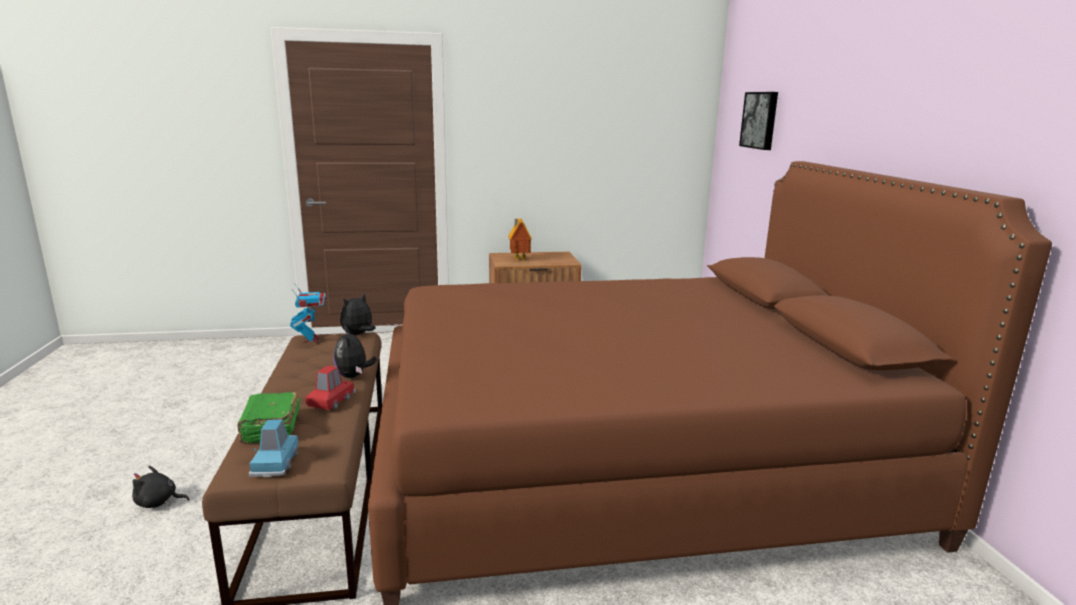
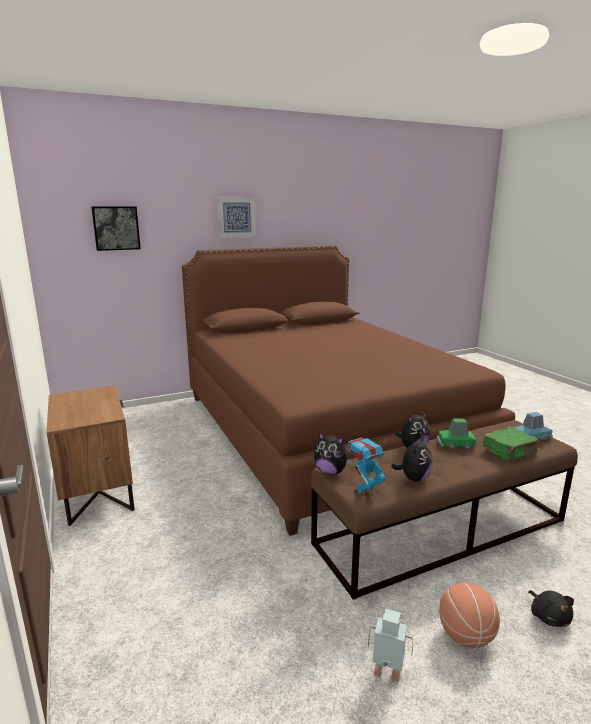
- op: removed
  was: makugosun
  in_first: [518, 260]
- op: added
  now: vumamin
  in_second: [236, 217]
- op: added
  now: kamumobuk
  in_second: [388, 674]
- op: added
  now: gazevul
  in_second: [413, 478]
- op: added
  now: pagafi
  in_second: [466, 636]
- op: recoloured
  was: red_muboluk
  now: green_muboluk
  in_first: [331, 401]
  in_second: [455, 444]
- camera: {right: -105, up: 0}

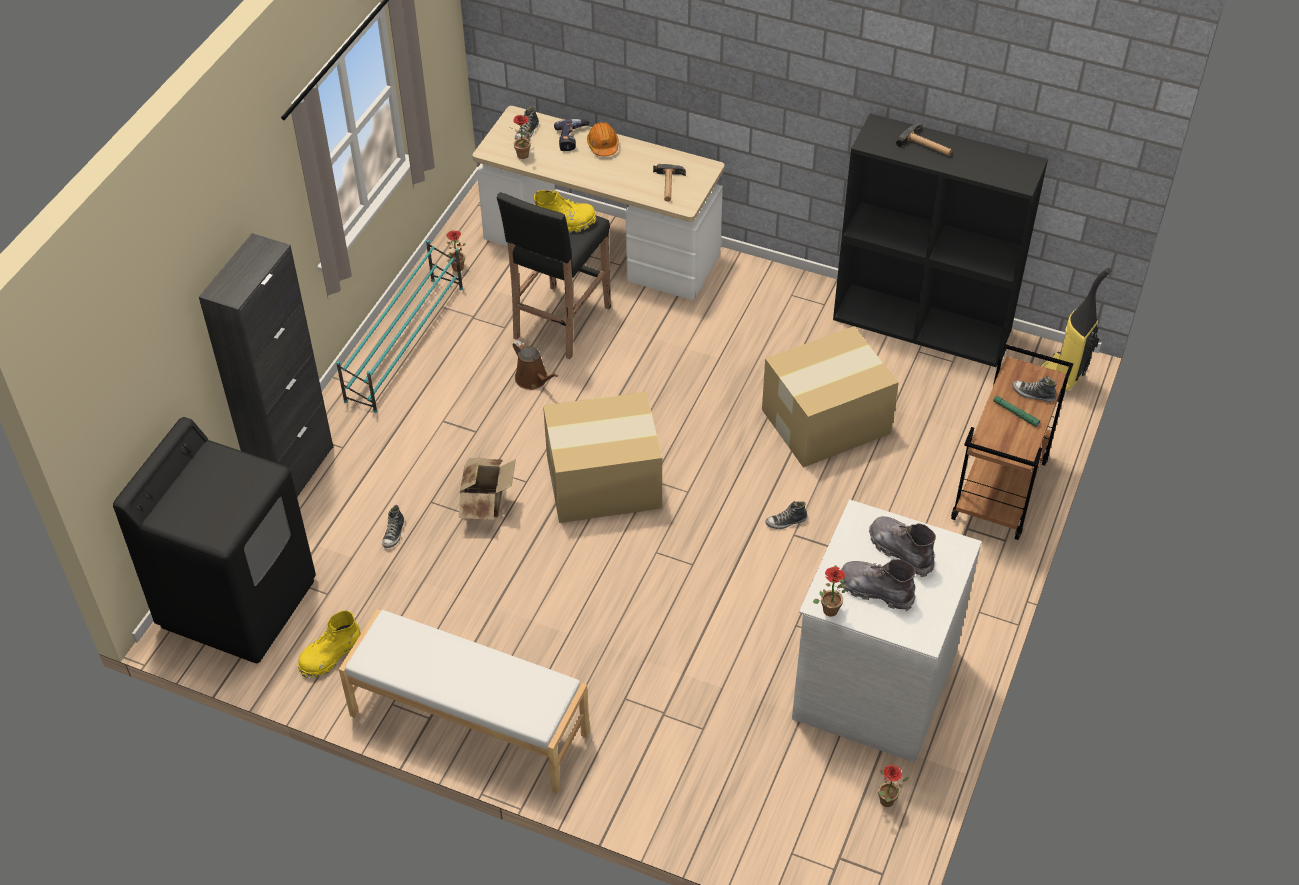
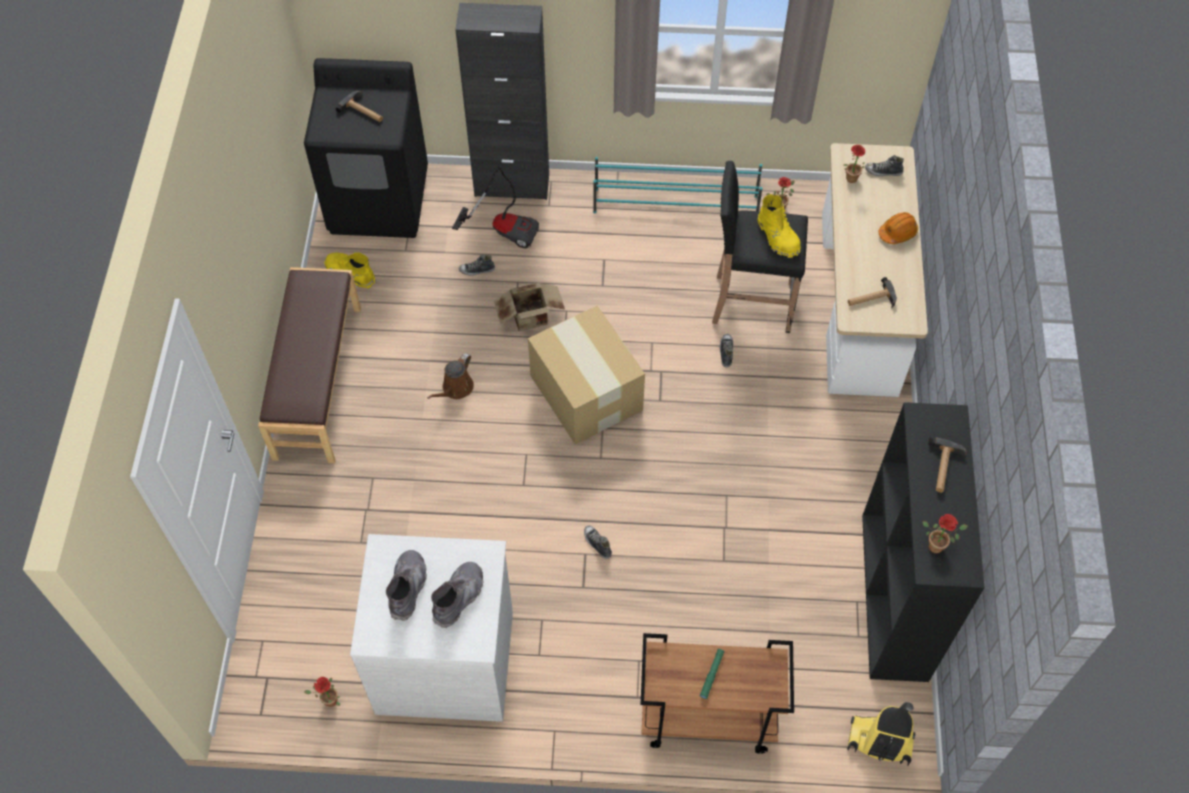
- op: removed
  was: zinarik
  in_first: [572, 139]
- op: removed
  was: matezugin
  in_first: [827, 421]
- op: added
  now: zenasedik
  in_second: [363, 111]
- op: added
  now: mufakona
  in_second: [505, 229]
- op: moved
  was: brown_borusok
  in_first: [533, 379]
  in_second: [455, 389]
- op: moved
  was: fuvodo
  in_first: [829, 607]
  in_second: [938, 545]
- op: moved
  was: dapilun
  in_first: [1033, 394]
  in_second: [726, 352]
- op: recoloured
  was: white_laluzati
  now: brown_laluzati
  in_first: [468, 724]
  in_second: [316, 381]
- camera: {right: 70, up: 10}

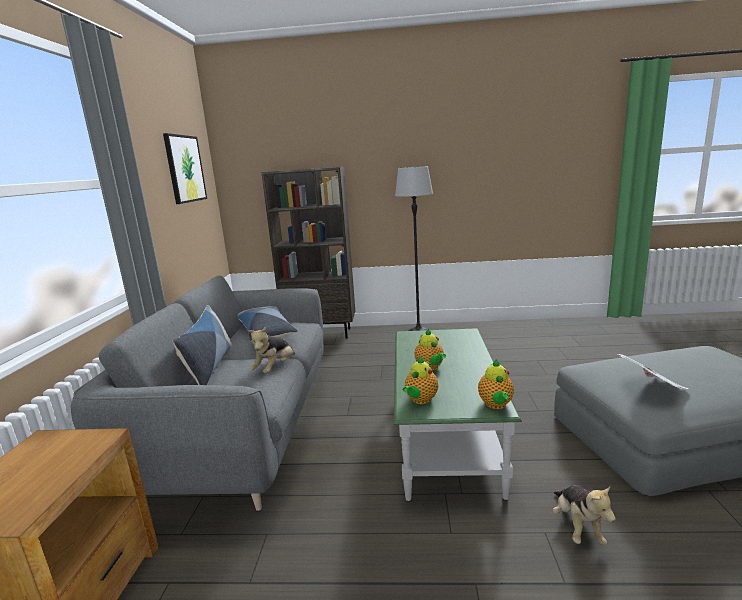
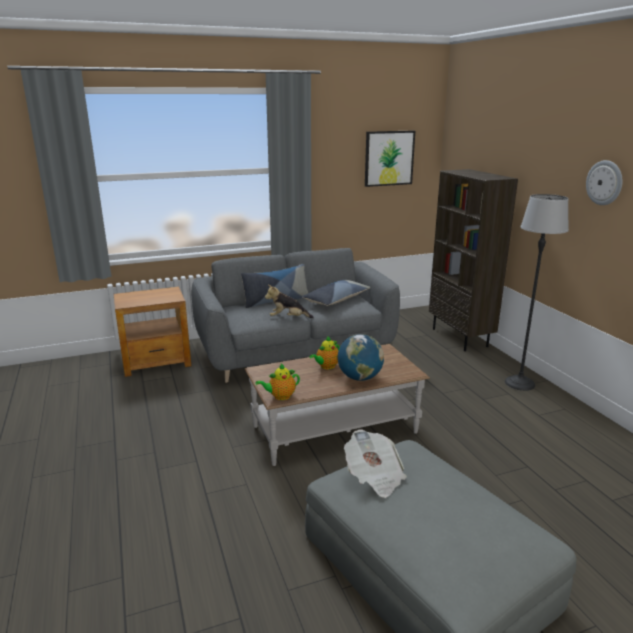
- op: removed
  was: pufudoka
  in_first: [420, 400]
- op: removed
  was: gazevul
  in_first: [577, 527]
- op: added
  now: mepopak
  in_second: [359, 377]
- op: added
  now: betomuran
  in_second: [604, 182]
- op: recoloured
  was: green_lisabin
  now: brown_lisabin
  in_first: [445, 435]
  in_second: [335, 429]
- camera: {right: 65, up: 5}

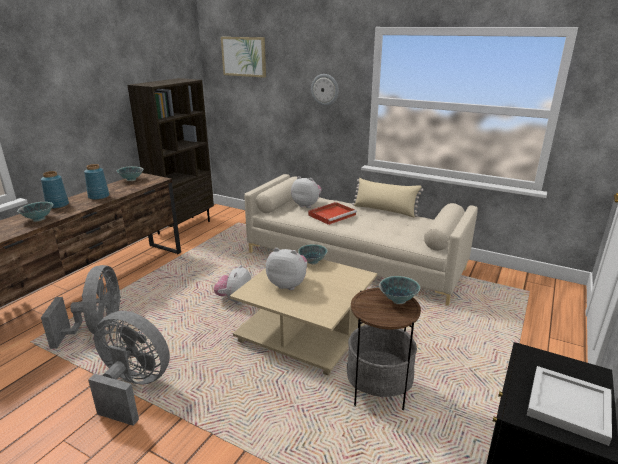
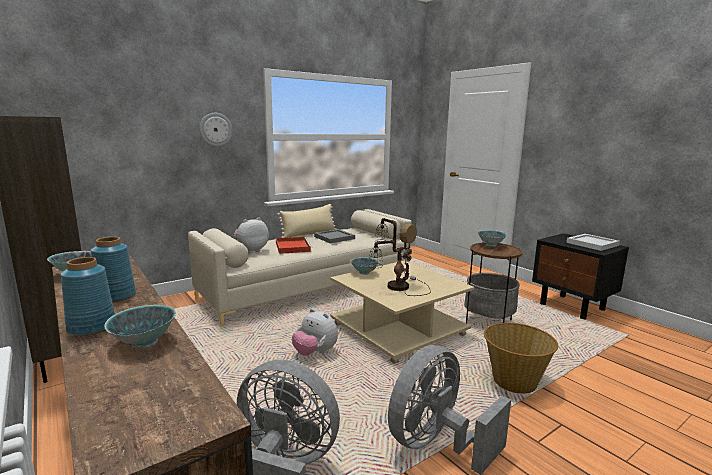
- op: removed
  was: vumamin
  in_first: [244, 56]
- op: added
  now: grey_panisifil
  in_second: [333, 237]
- op: added
  now: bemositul
  in_second: [514, 381]
- op: replaced
  was: gazevul
  now: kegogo
  in_first: [288, 284]
  in_second: [396, 287]
- camera: {right: -65, up: -10}

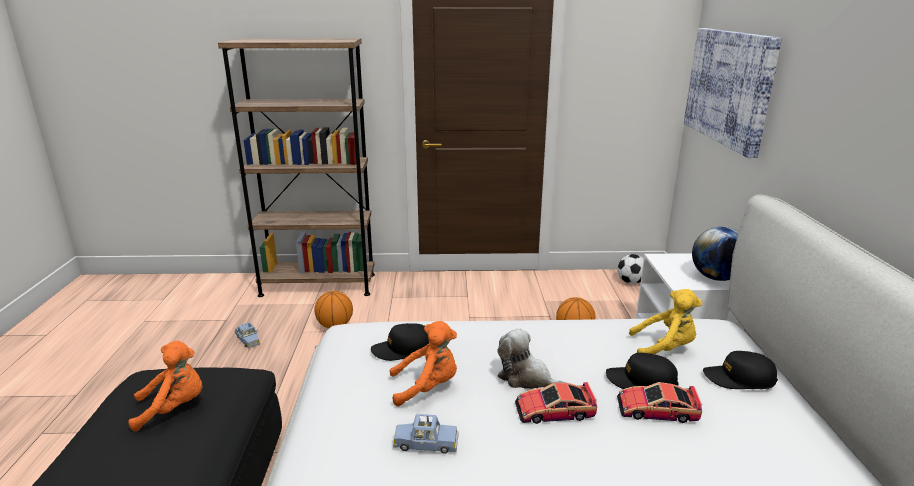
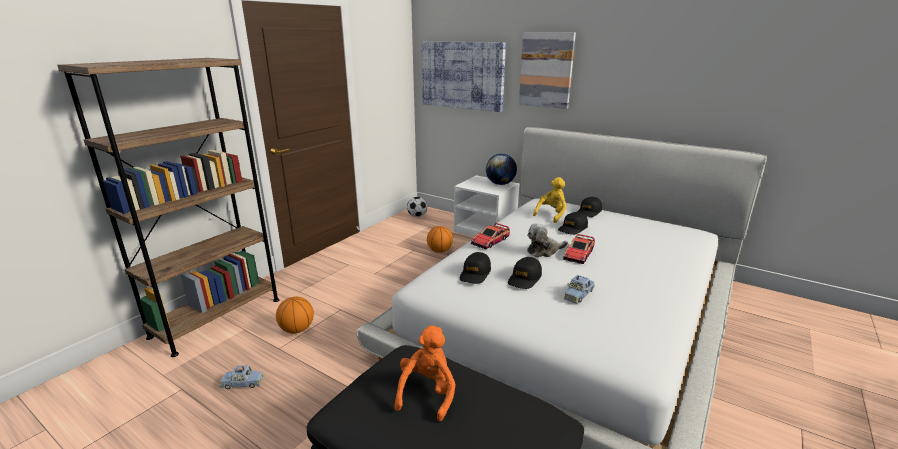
- op: added
  now: vumamin
  in_second: [546, 70]
- op: moved
  was: muboluk
  in_first: [656, 410]
  in_second: [490, 241]
- op: replaced
  was: orange_gazevul
  now: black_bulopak
  in_first: [427, 387]
  in_second: [524, 279]
- camera: {right: -55, up: 0}

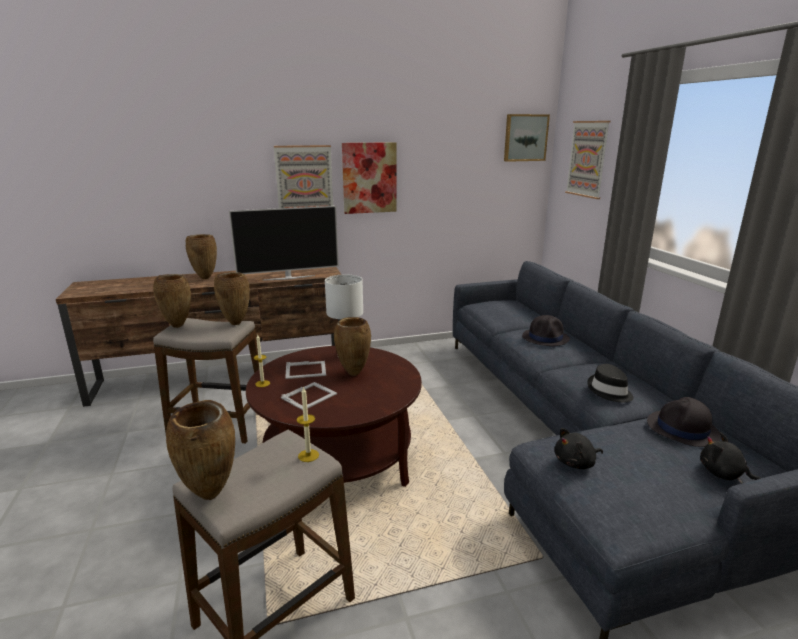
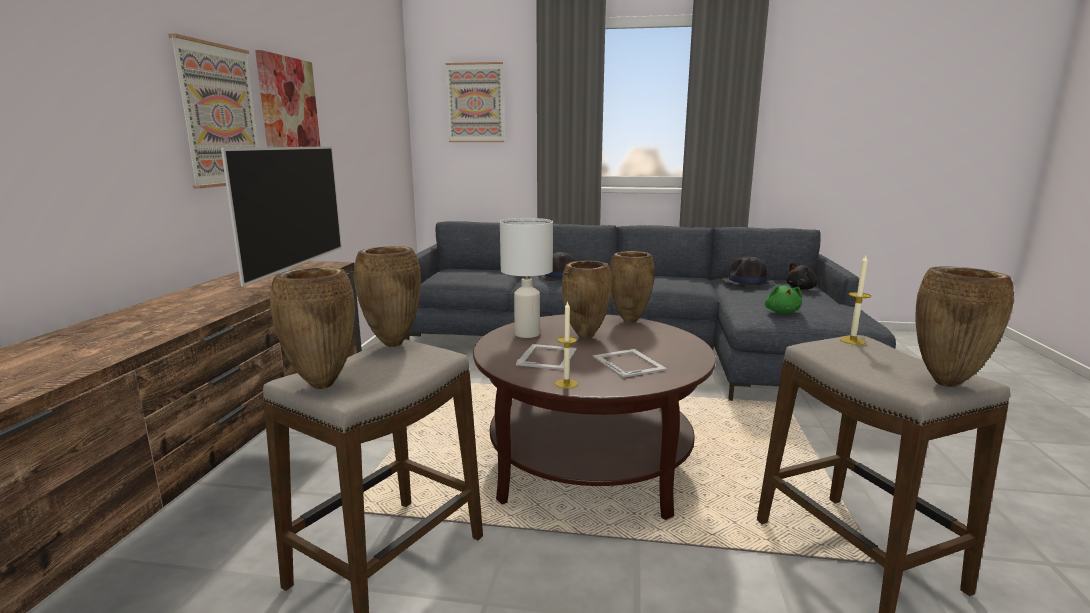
- op: removed
  was: vumamin
  in_first: [525, 137]
- op: removed
  was: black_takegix
  in_first: [609, 391]
- op: moved
  was: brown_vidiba
  in_first: [205, 278]
  in_second: [628, 321]
- op: recoloured
  was: black_gazevul
  now: green_gazevul
  in_first: [576, 463]
  in_second: [782, 312]
- camera: {right: -65, up: -5}

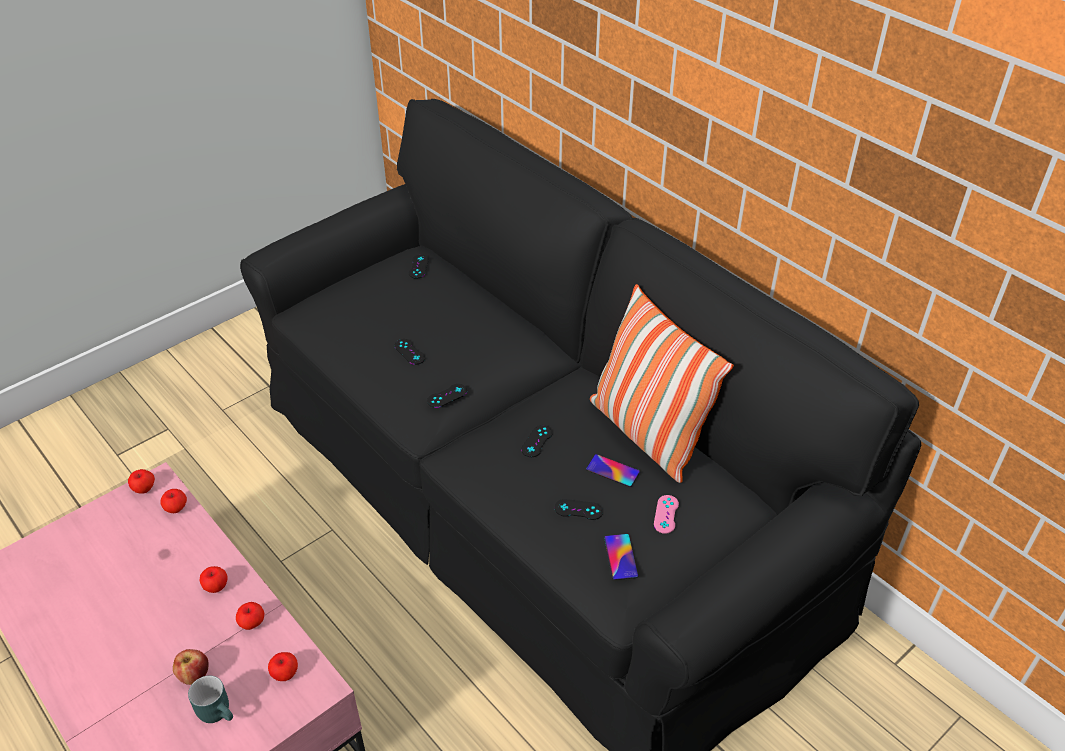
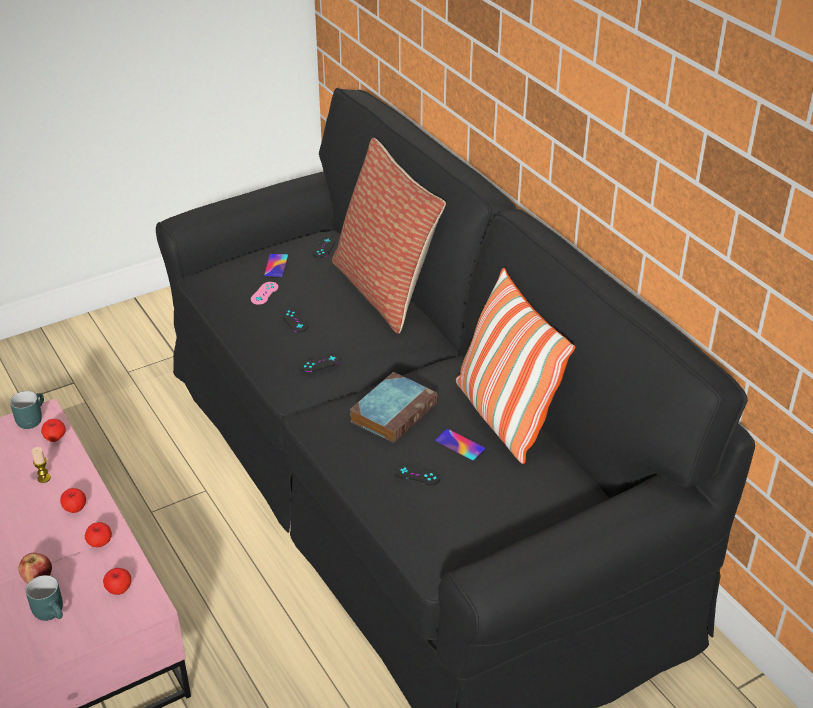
- op: added
  now: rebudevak
  in_second: [44, 478]
- op: added
  now: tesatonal
  in_second: [385, 290]
- op: moved
  was: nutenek
  in_first: [620, 557]
  in_second: [276, 266]
- op: moved
  was: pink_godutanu
  in_first: [666, 514]
  in_second: [264, 293]
- op: replaced
  was: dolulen
  now: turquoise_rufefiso
  in_first: [144, 489]
  in_second: [30, 418]
- op: replaced
  was: black_godutanu
  now: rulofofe
  in_first: [537, 441]
  in_second: [394, 411]
- camera: {right: 10, up: -5}

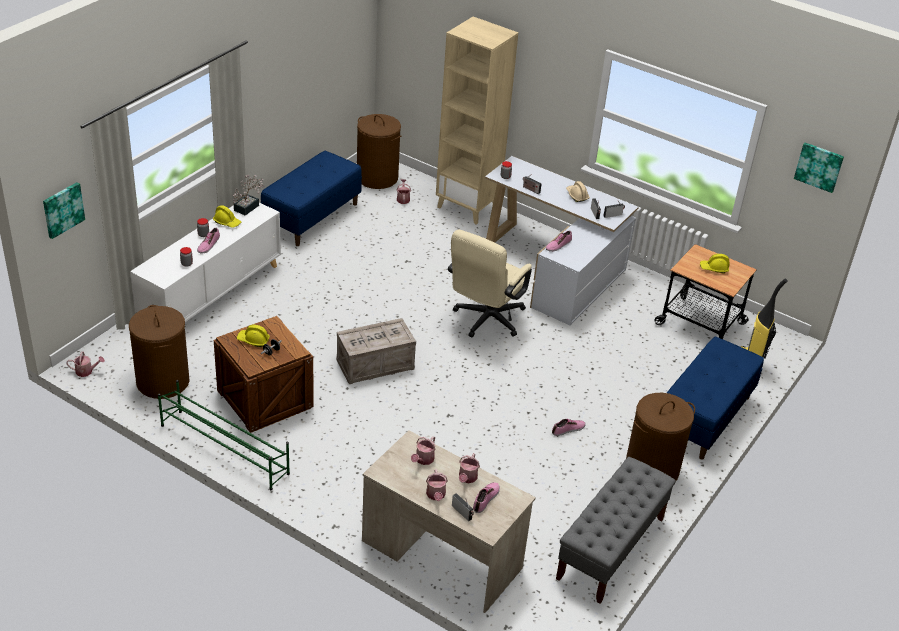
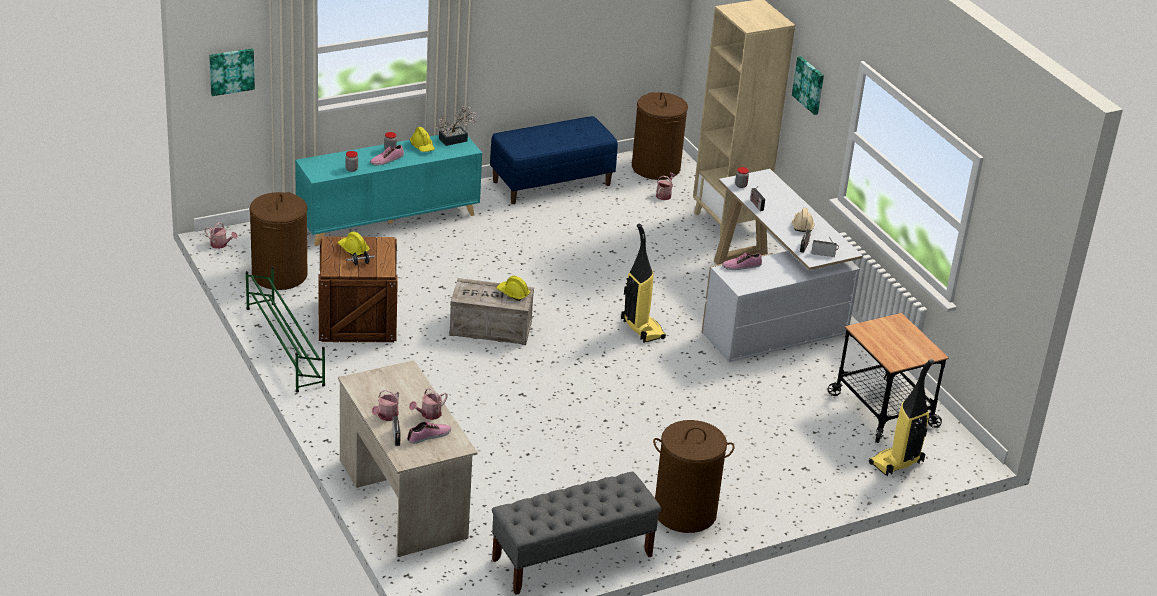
- op: removed
  was: borusok
  in_first: [423, 460]
- op: removed
  was: dapilun
  in_first: [568, 429]
- op: removed
  was: blue_laluzati
  in_first: [704, 418]
- op: moved
  was: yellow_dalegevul
  in_first: [714, 268]
  in_second: [513, 293]
- op: moved
  was: vumamin
  in_first: [819, 166]
  in_second: [809, 85]
- op: replaced
  was: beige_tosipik
  now: mufakona
  in_first: [485, 321]
  in_second: [641, 329]
- op: recoloured
  was: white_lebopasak
  now: turquoise_lebopasak
  in_first: [211, 295]
  in_second: [389, 220]
- camera: {right: 30, up: -5}

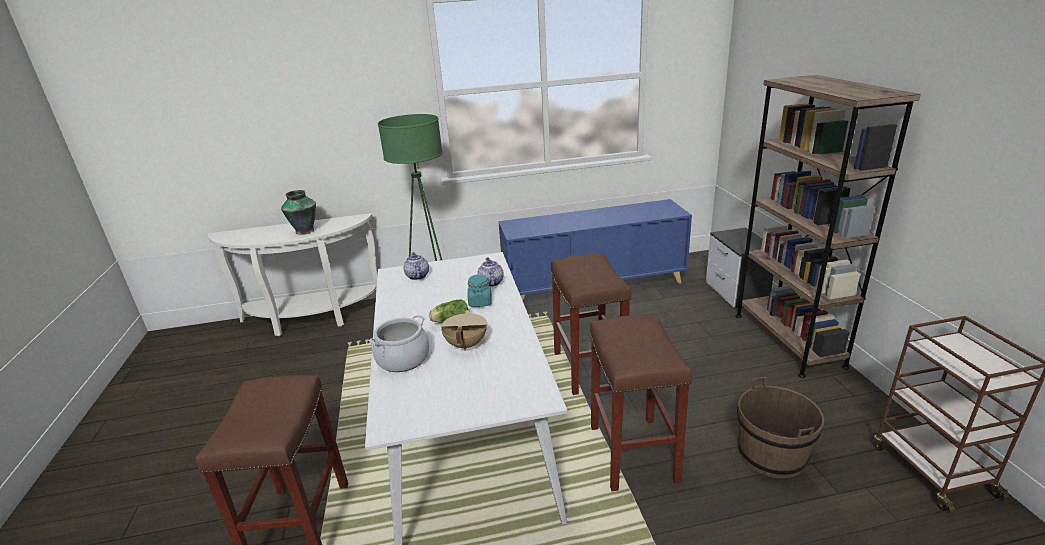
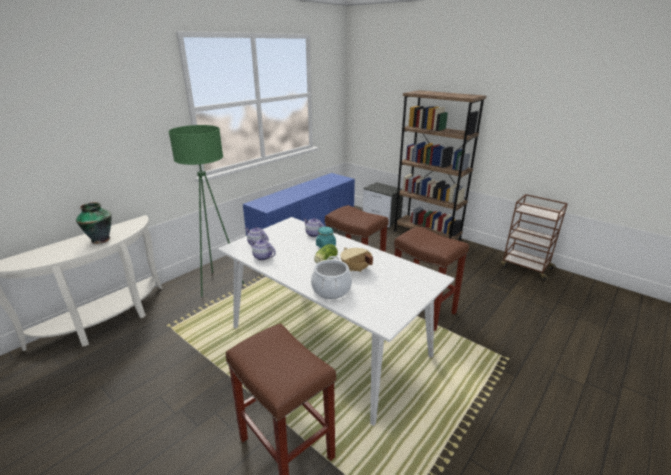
- op: removed
  was: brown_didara
  in_first: [771, 455]
- op: added
  now: pufudoka
  in_second: [262, 257]
- camera: {right: -40, up: 0}

